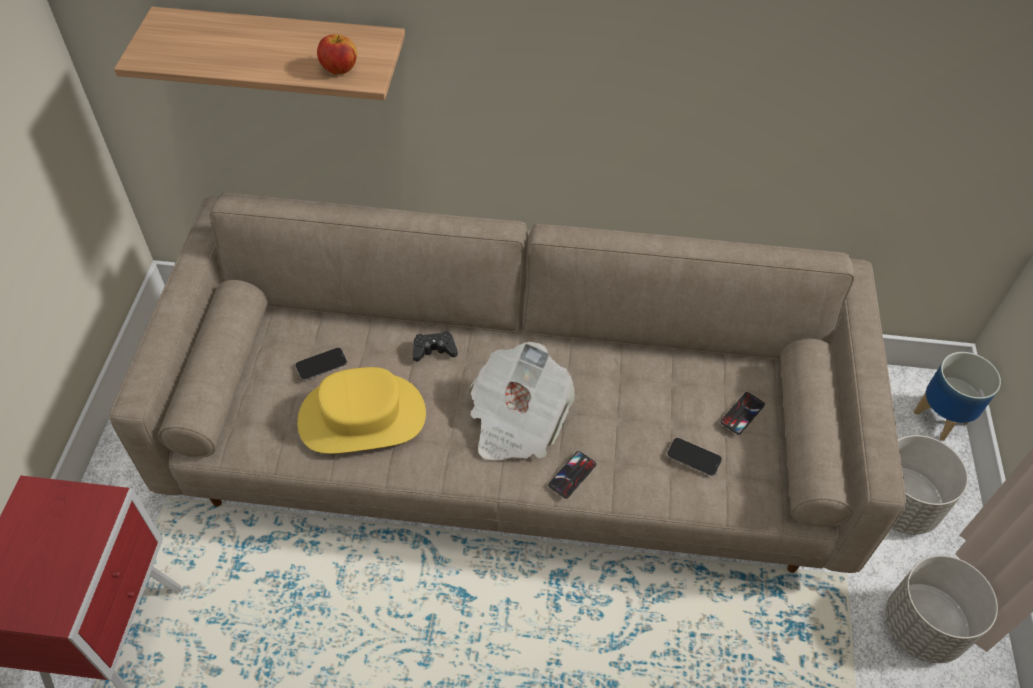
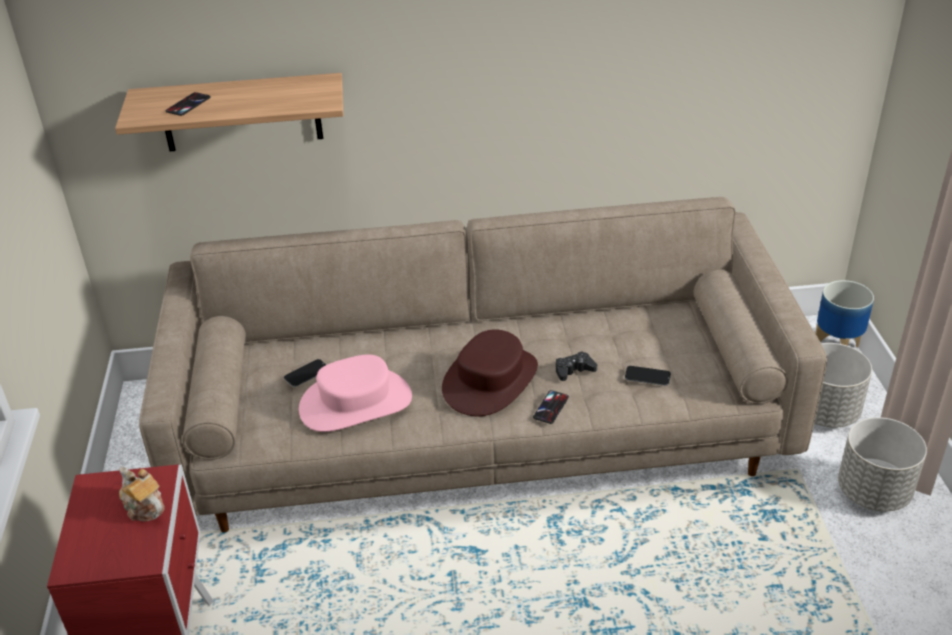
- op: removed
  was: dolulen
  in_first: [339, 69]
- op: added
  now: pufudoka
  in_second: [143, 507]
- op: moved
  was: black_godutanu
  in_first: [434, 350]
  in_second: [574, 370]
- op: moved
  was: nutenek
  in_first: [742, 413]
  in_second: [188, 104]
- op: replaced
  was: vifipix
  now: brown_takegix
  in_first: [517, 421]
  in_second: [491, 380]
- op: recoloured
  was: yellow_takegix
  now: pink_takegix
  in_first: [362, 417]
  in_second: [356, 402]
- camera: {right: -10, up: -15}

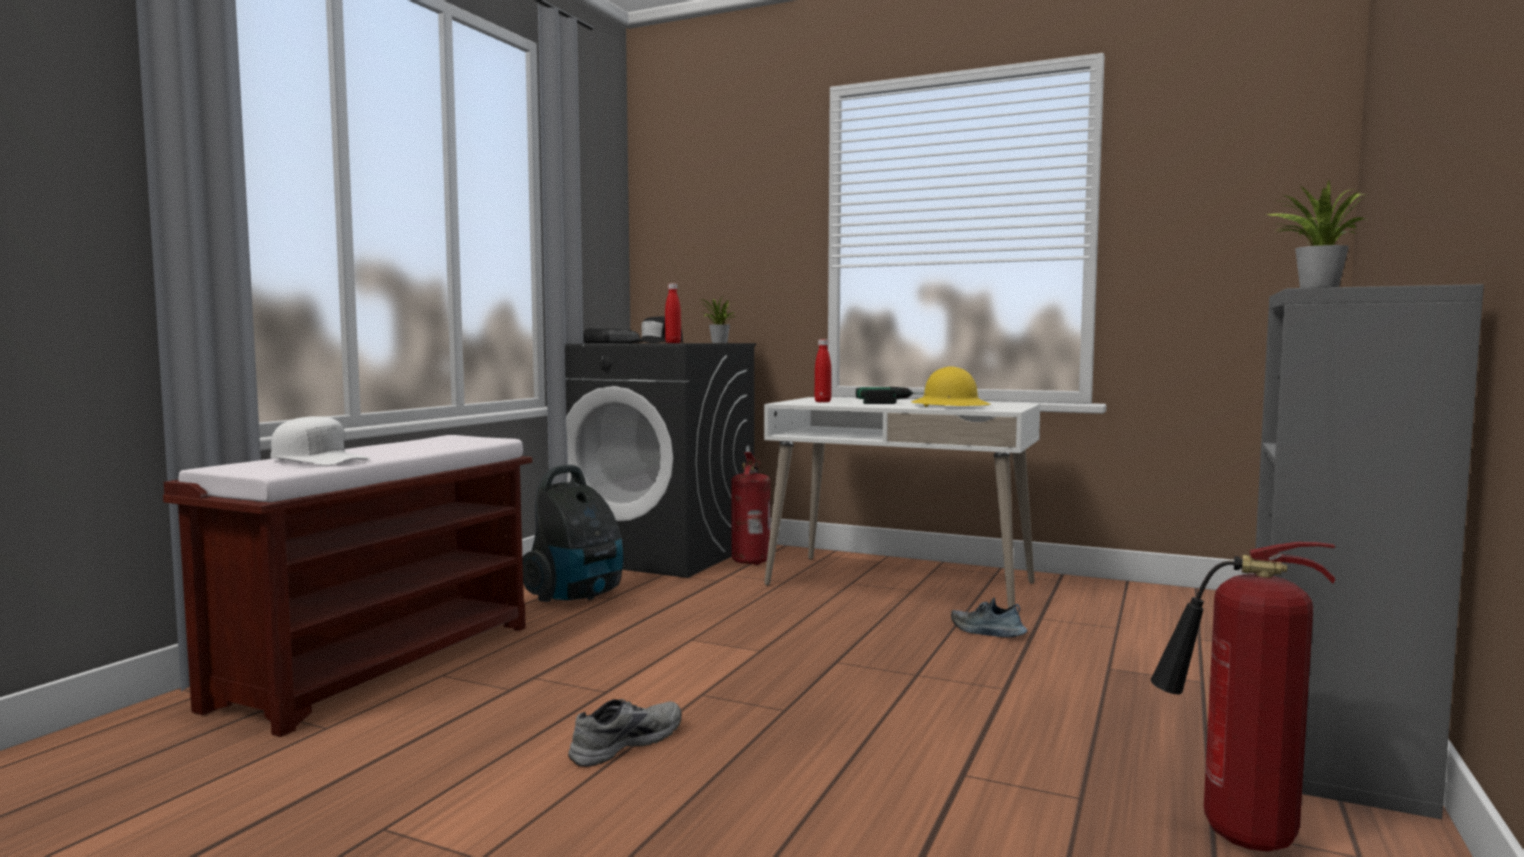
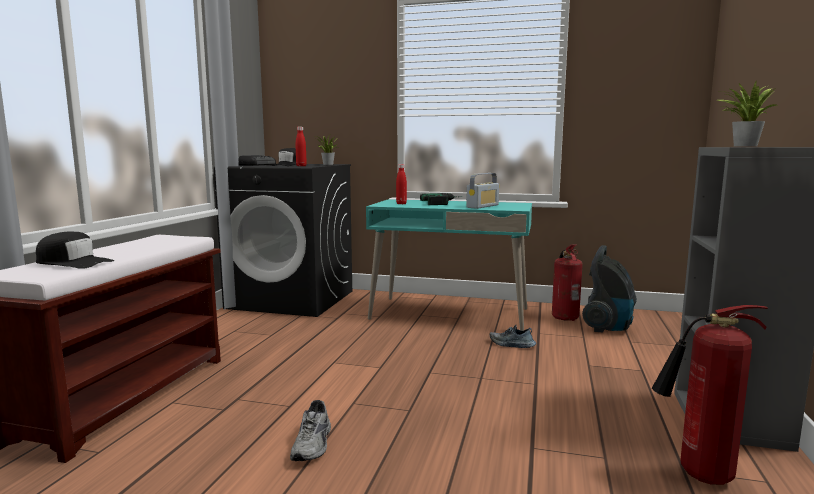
- op: moved
  was: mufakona
  in_first: [577, 596]
  in_second: [608, 327]
- op: moved
  was: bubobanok
  in_first: [752, 561]
  in_second: [564, 317]
- op: replaced
  was: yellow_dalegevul
  now: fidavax
  in_first: [950, 406]
  in_second: [482, 206]
- op: recoloured
  was: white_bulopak
  now: black_bulopak
  in_first: [318, 459]
  in_second: [73, 262]
- op: recoloured
  was: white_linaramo
  now: turquoise_linaramo
  in_first: [900, 584]
  in_second: [450, 314]
- op: turned
  was: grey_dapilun
  in_first: [624, 742]
  in_second: [314, 444]
  clockwise: 150
- camera: {right: -10, up: 5}

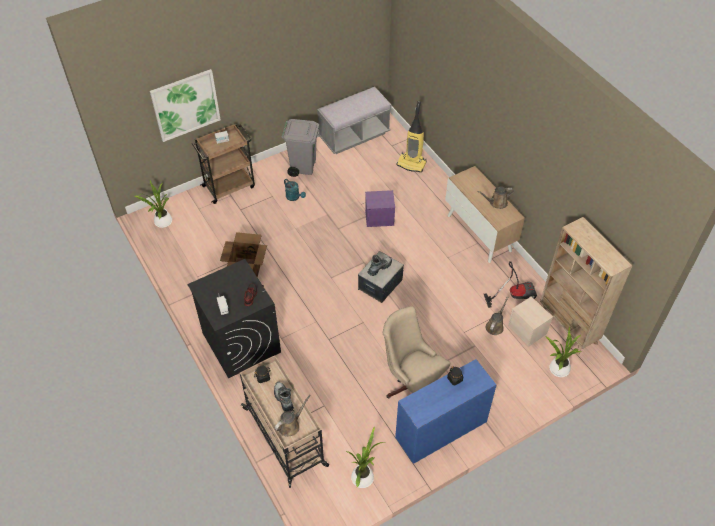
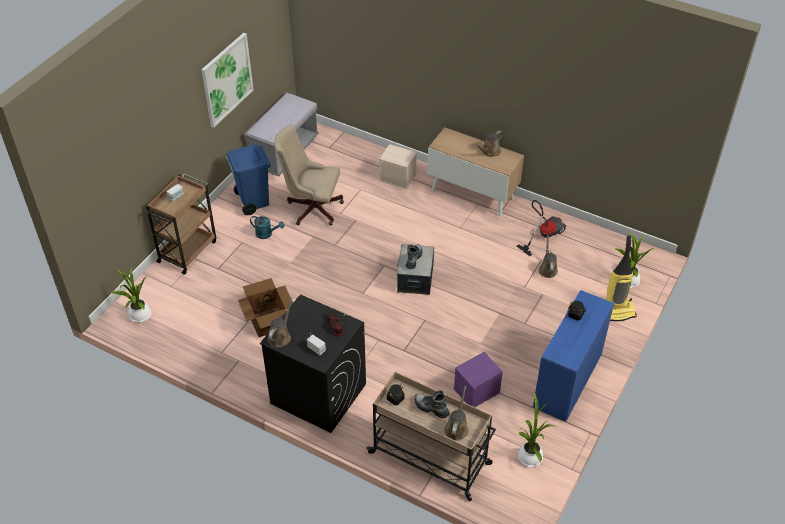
- op: removed
  was: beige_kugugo
  in_first: [567, 327]
- op: added
  now: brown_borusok
  in_second: [280, 336]
- op: moved
  was: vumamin
  in_first: [185, 105]
  in_second: [227, 79]
- op: moved
  was: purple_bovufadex
  in_first: [380, 217]
  in_second: [476, 390]
- op: moved
  was: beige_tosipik
  in_first: [411, 383]
  in_second: [311, 207]
- op: moved
  was: mufakona
  in_first: [412, 164]
  in_second: [616, 311]
- op: moved
  was: beige_bovufadex
  in_first: [528, 329]
  in_second: [398, 177]
- op: recoloured
  was: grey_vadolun
  now: blue_vadolun
  in_first: [303, 166]
  in_second: [253, 201]
- camera: {right: -30, up: -5}

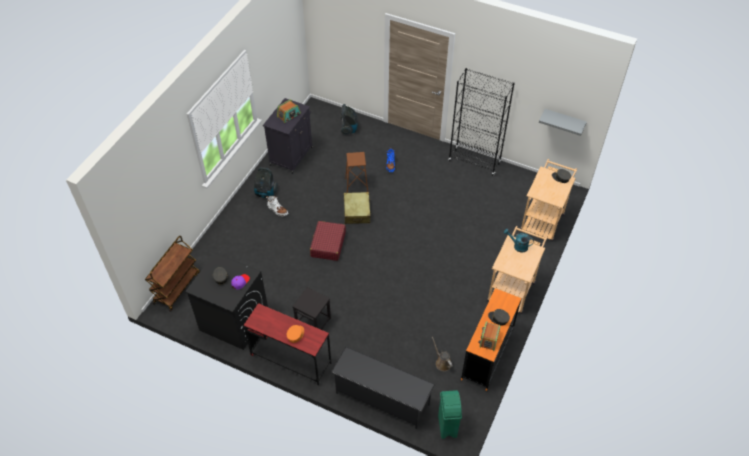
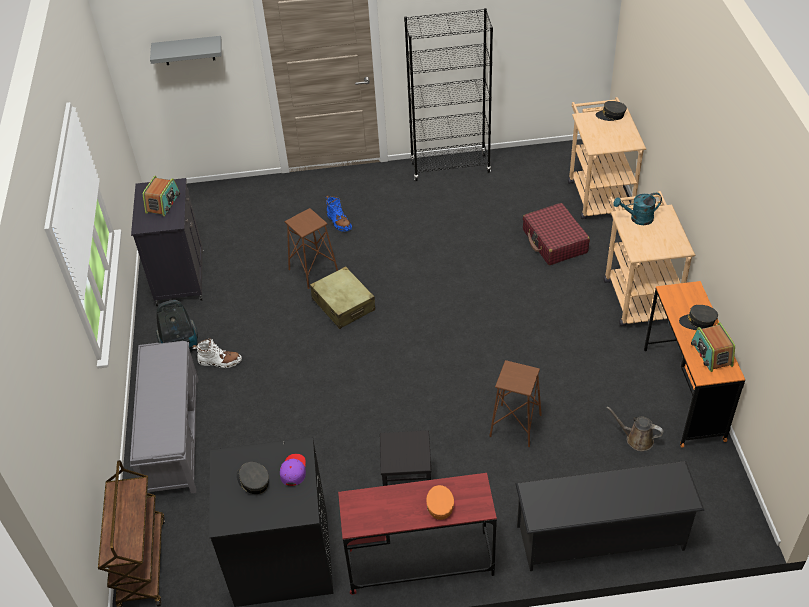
- op: removed
  was: mufakona
  in_first: [349, 128]
- op: removed
  was: green_vadolun
  in_first: [447, 426]
- op: added
  now: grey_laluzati
  in_second: [173, 435]
- op: added
  now: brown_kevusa
  in_second: [515, 425]
- op: moved
  was: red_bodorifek
  in_first: [328, 245]
  in_second: [554, 241]
- op: moved
  was: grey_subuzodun
  in_first: [564, 121]
  in_second: [188, 50]
- camera: {right: -30, up: -5}

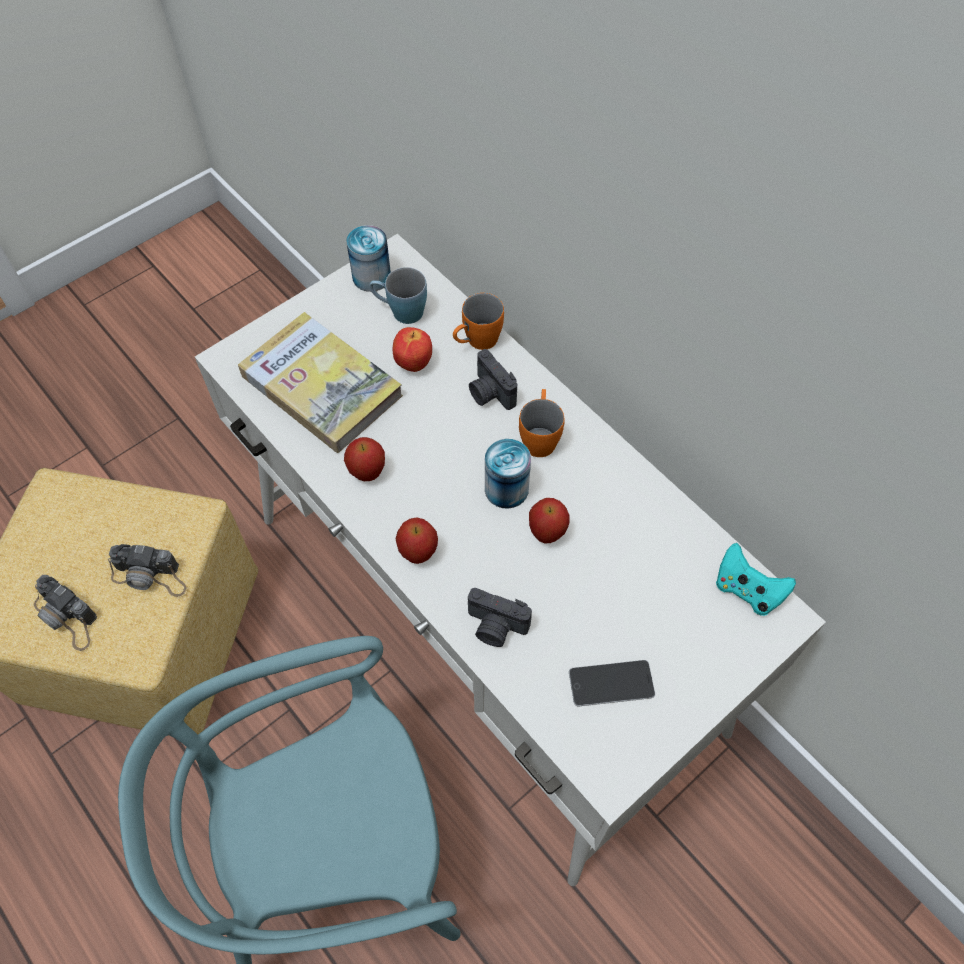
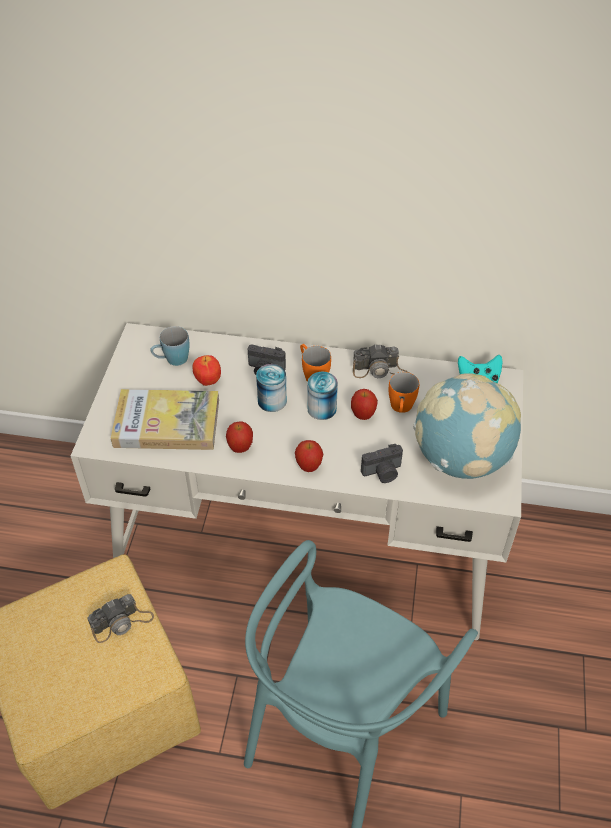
- op: moved
  was: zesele
  in_first: [67, 617]
  in_second: [380, 370]
- op: moved
  was: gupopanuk
  in_first: [371, 276]
  in_second: [272, 401]
- op: moved
  was: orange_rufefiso
  in_first: [476, 342]
  in_second: [401, 408]
- op: replaced
  was: nutenek
  now: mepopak
  in_first: [611, 683]
  in_second: [460, 458]
- camera: {right: -40, up: -10}

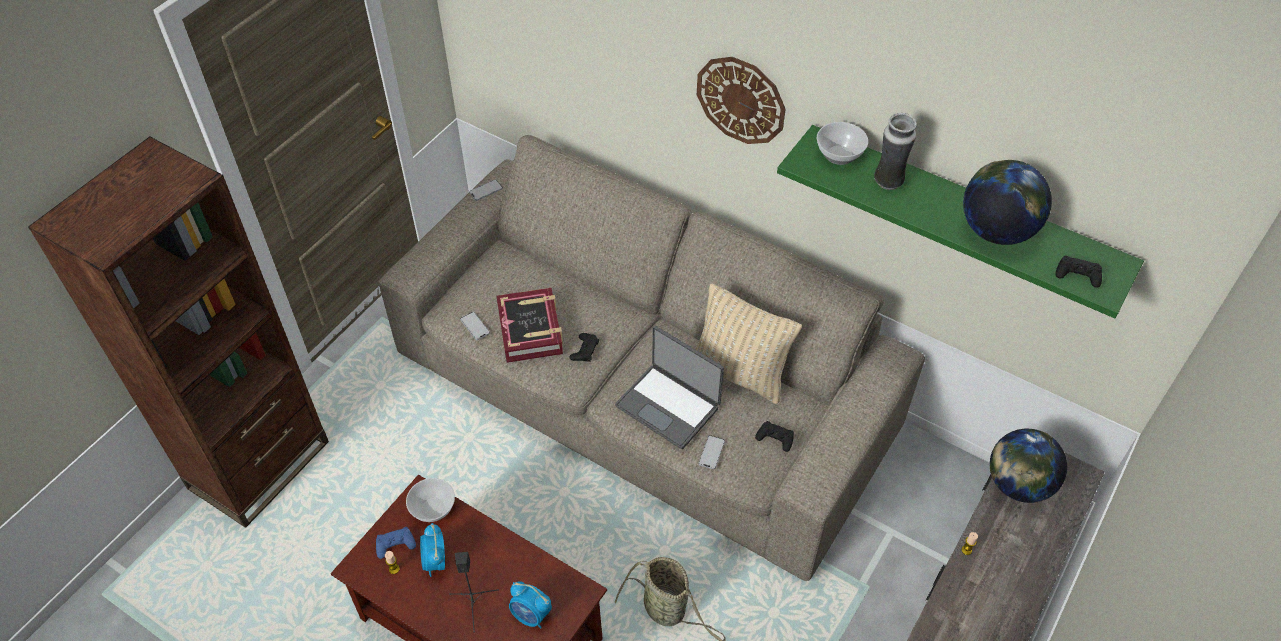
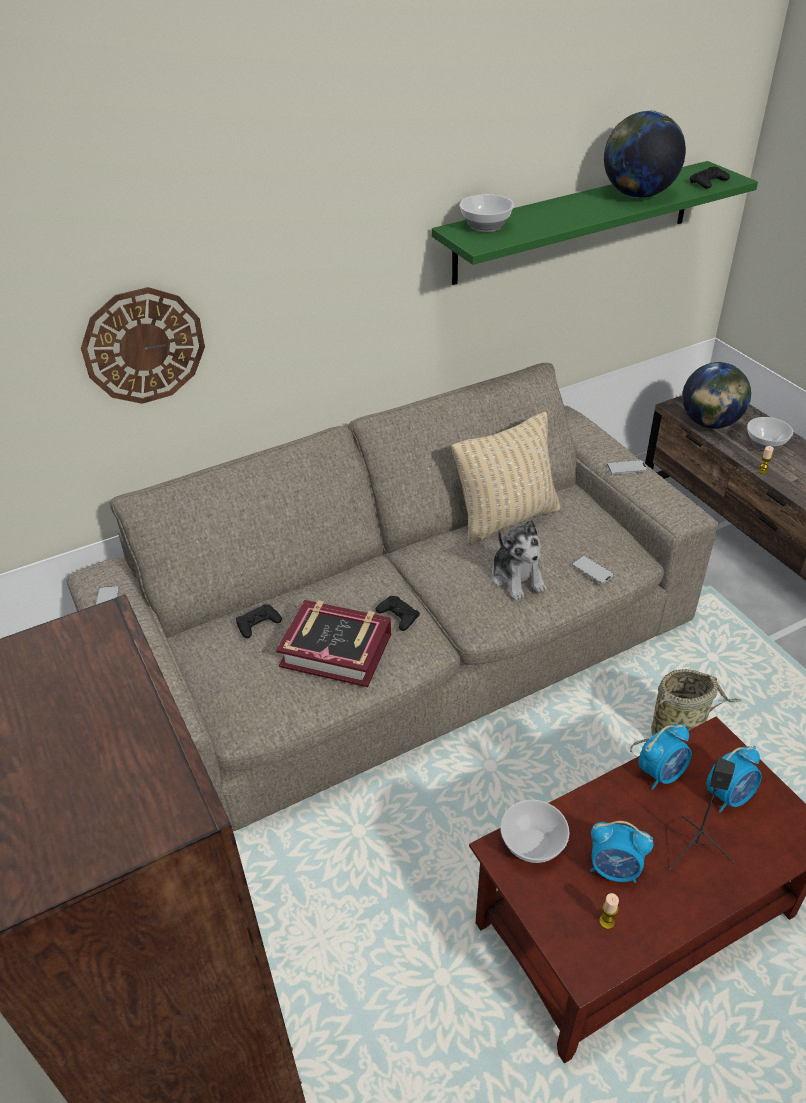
- op: removed
  was: blue_godutanu
  in_first: [395, 544]
- op: removed
  was: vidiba
  in_first: [888, 182]
- op: added
  now: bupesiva
  in_second: [661, 773]
- op: added
  now: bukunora
  in_second: [765, 444]
- op: moved
  was: nutenek
  in_first: [475, 326]
  in_second: [626, 468]
- op: moved
  was: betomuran
  in_first: [741, 100]
  in_second: [144, 346]
- op: moved
  was: black_godutanu
  in_first: [775, 438]
  in_second: [258, 624]
- op: replaced
  was: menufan
  now: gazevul
  in_first: [669, 405]
  in_second: [517, 578]
- camera: {right: -60, up: -10}

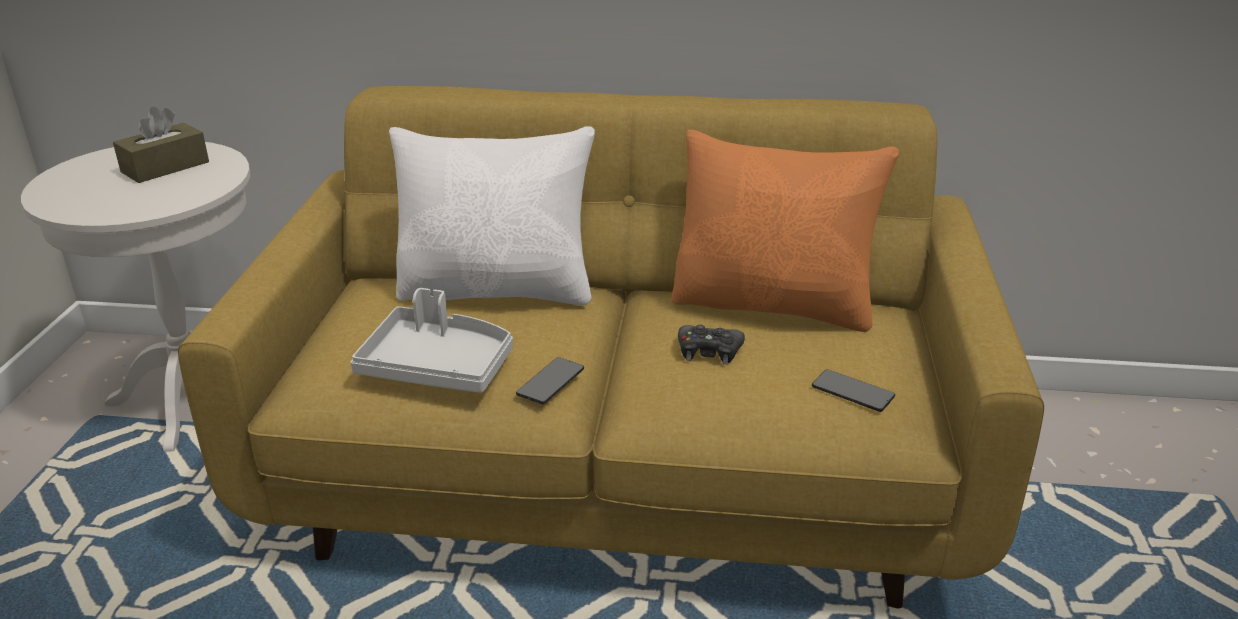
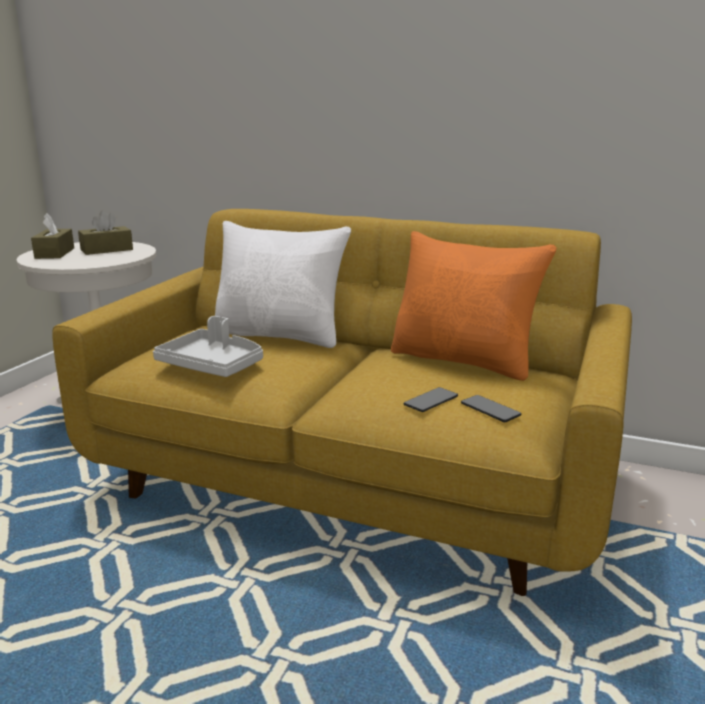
- op: removed
  was: black_godutanu
  in_first: [709, 351]
- op: added
  now: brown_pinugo
  in_second: [55, 253]
- op: moved
  was: nutenek
  in_first: [550, 382]
  in_second: [431, 401]
- camera: {right: 15, up: -10}

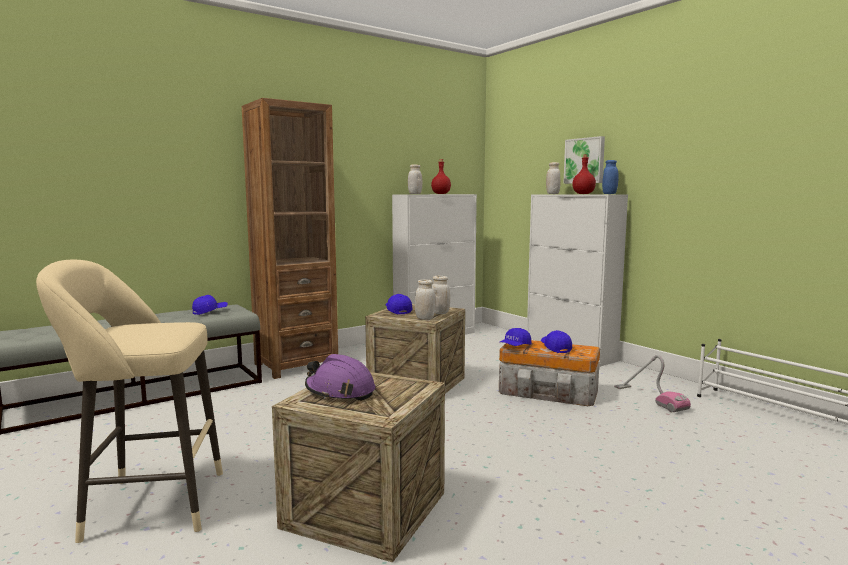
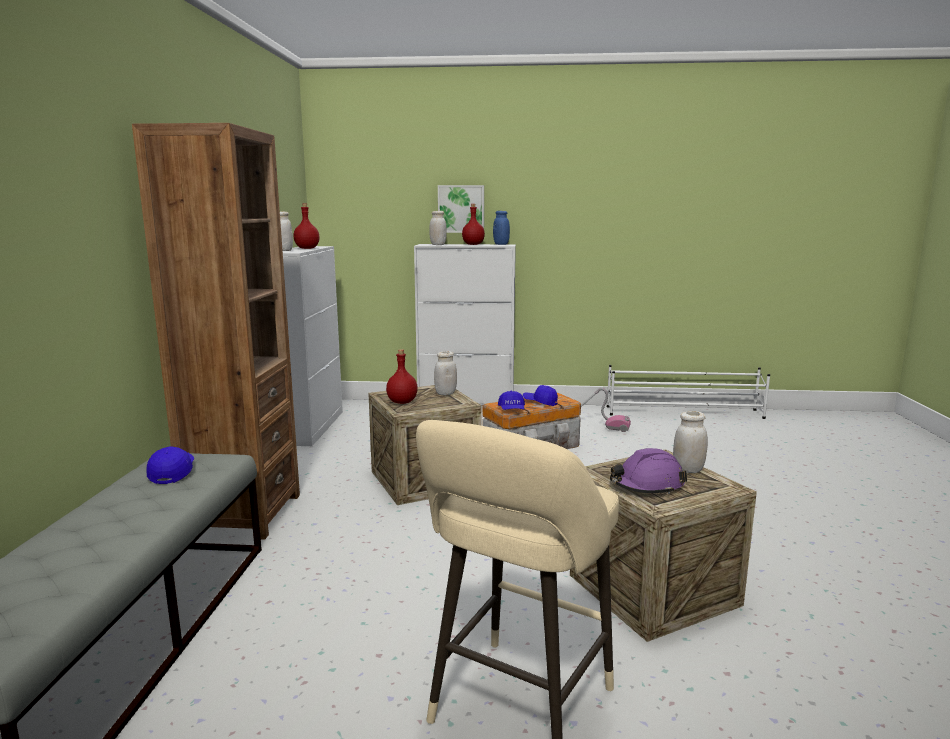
- op: moved
  was: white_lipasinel
  in_first: [424, 318]
  in_second: [688, 470]
- op: replaced
  was: blue_bulopak
  now: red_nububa
  in_first: [398, 311]
  in_second: [402, 402]
- camera: {right: -50, up: 5}

